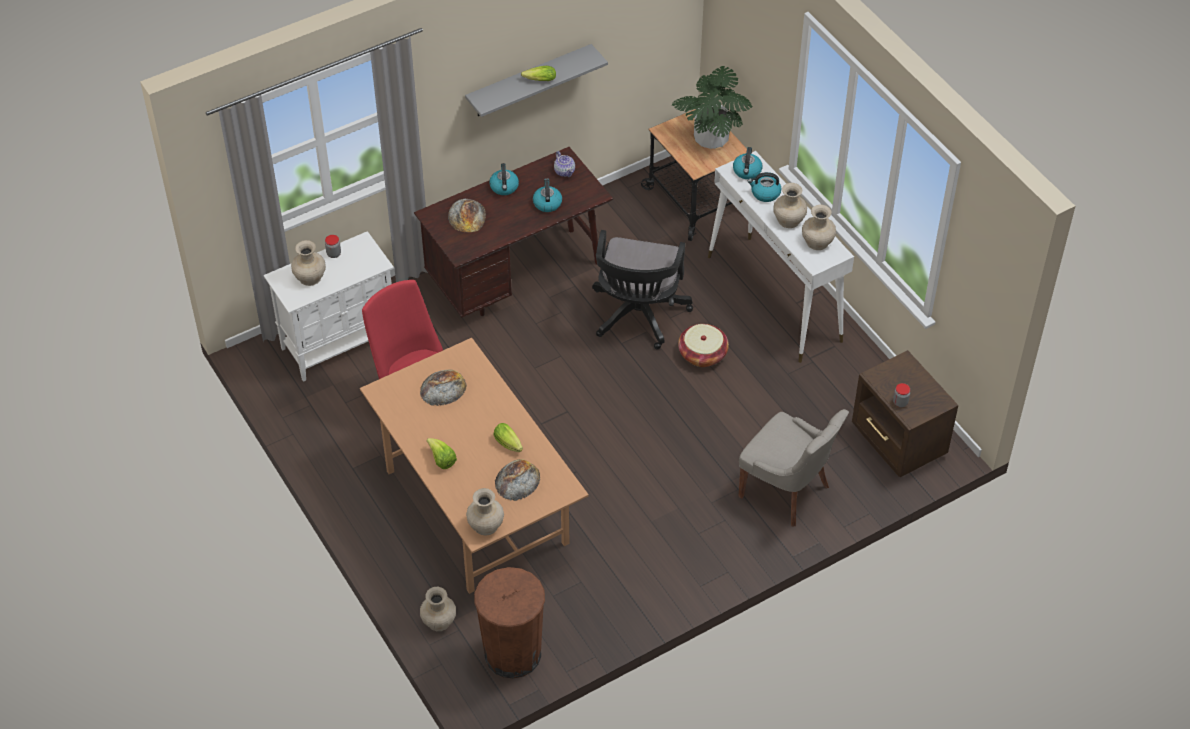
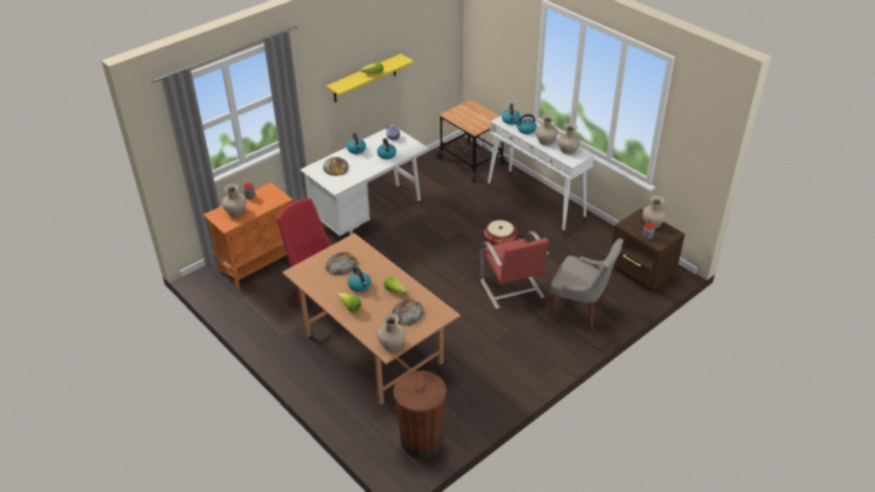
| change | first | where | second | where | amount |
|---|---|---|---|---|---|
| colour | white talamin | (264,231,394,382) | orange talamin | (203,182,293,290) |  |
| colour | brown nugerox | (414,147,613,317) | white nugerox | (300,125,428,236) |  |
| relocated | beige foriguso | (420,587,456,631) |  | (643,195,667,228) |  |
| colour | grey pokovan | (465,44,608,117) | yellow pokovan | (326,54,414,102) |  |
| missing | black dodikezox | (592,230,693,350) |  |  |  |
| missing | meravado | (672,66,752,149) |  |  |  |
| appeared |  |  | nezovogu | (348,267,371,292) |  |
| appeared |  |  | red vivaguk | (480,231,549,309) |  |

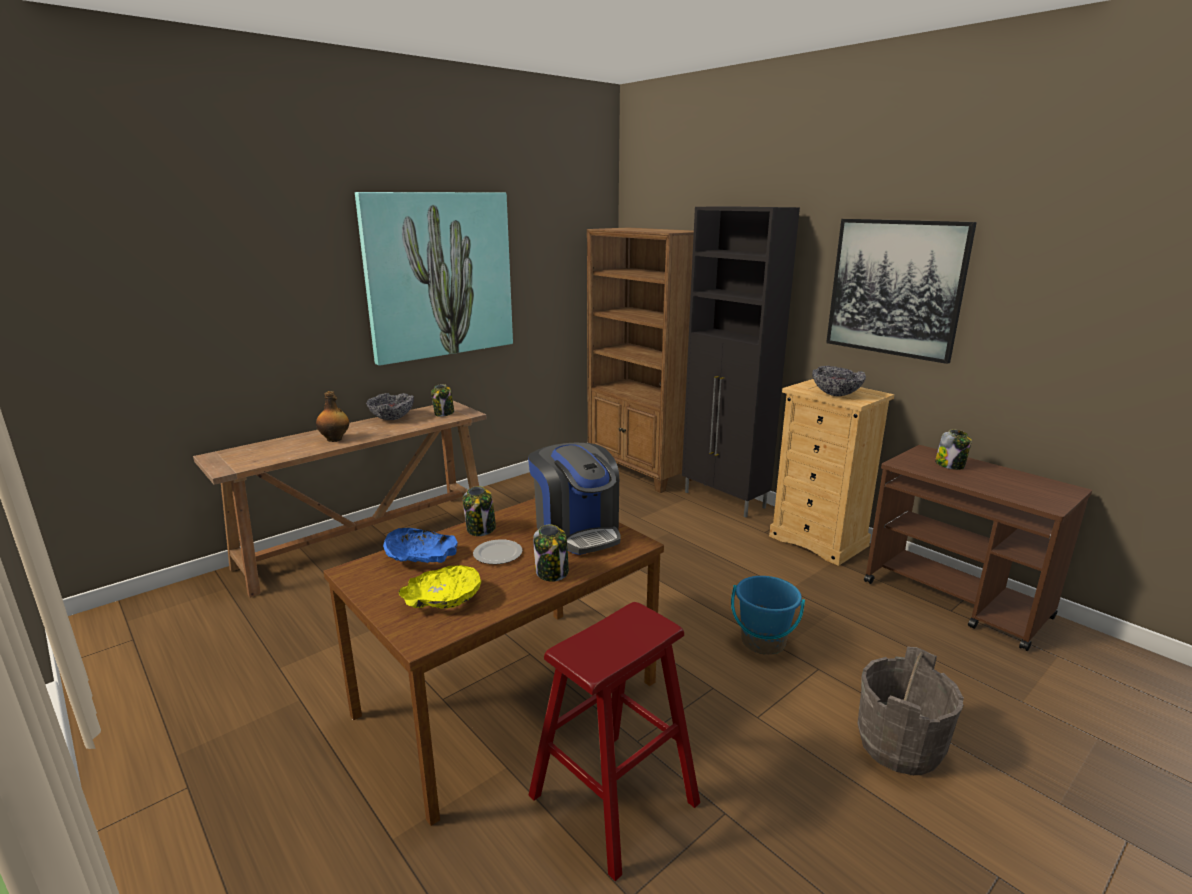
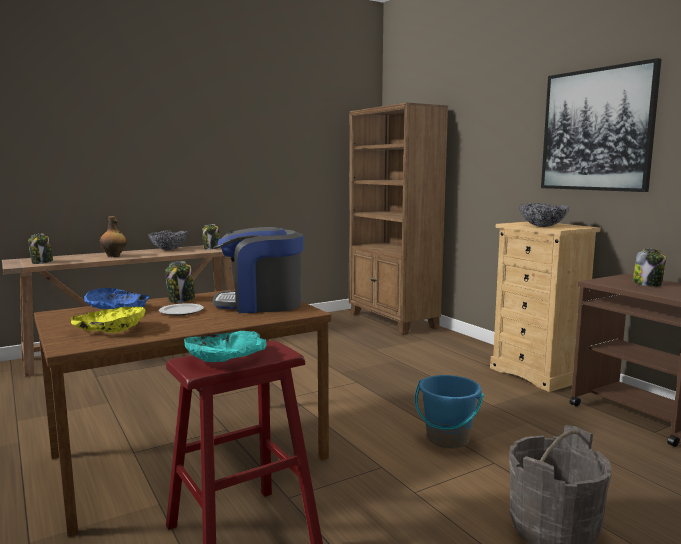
| change | first | where | second | where | amount |
|---|---|---|---|---|---|
| missing | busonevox | (355,192,513,366) |  |  |  |
| spun | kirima | (528,443,620,555) |  | (213,227,304,313) | 105 degrees clockwise |
| relocated | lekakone | (533,525,569,582) |  | (28,234,53,264) |  |
| missing | black talamin | (682,206,800,518) |  |  |  |
| appeared |  |  | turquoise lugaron | (184,331,267,362) |  |

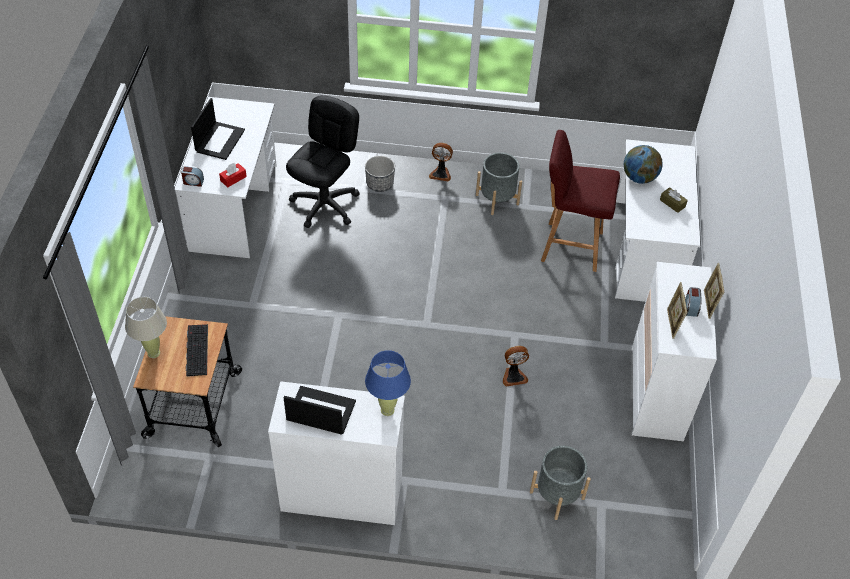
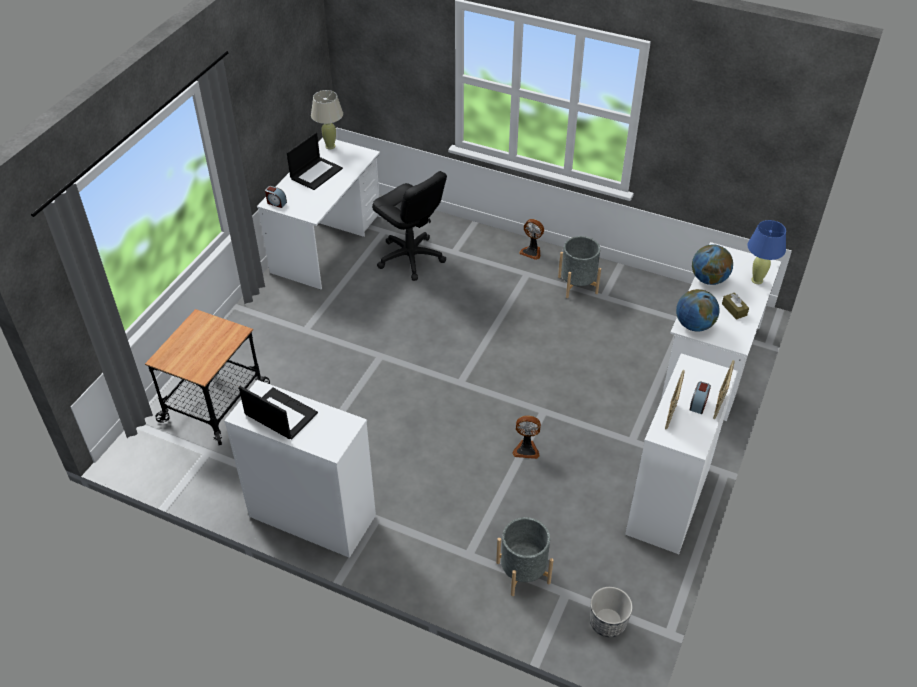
| change | first | where | second | where | amount |
|---|---|---|---|---|---|
| relocated | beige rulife | (125,297,167,358) |  | (311,90,343,149) |  |
| missing | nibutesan | (186,324,208,377) |  |  |  |
| missing | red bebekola | (219,163,247,188) |  |  |  |
| spun | black dodikezox | (286,95,360,228) |  | (372,171,447,281) | 90 degrees clockwise |
| relocated | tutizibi | (365,156,395,192) |  | (590,587,633,637) |  |
| relocated | blue rulife | (365,350,411,416) |  | (747,220,786,284) |  |
| missing | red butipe | (541,130,620,272) |  |  |  |
| appeared |  |  | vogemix | (676,289,720,332) |  |

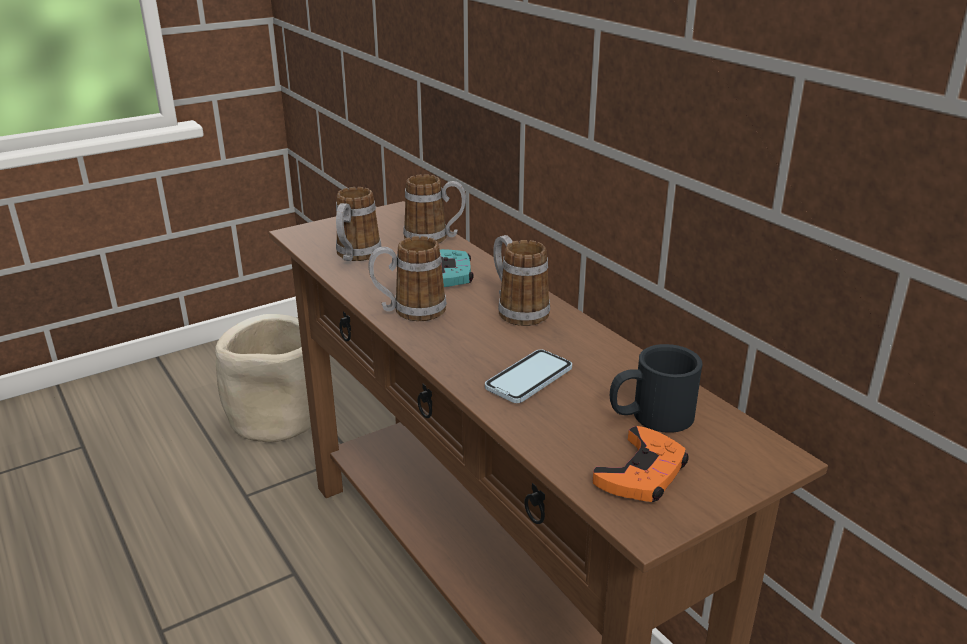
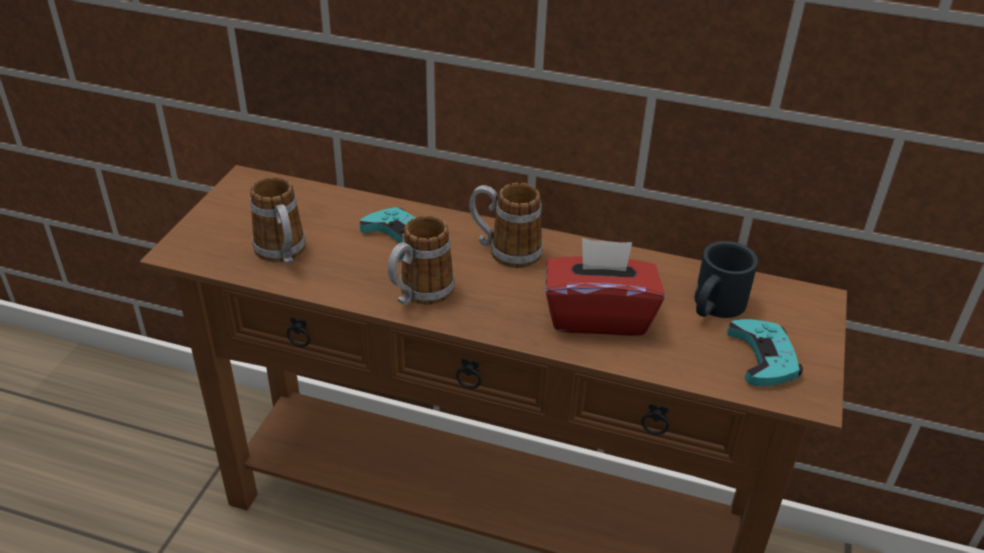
| change | first | where | second | where | amount |
|---|---|---|---|---|---|
| missing | beige tutizibi | (215,314,311,442) |  |  |  |
| missing | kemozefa | (403,174,466,244) |  |  |  |
| exchanged | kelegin | (485,349,572,403) | red bebekola | (546,238,665,336) |  |
| colour | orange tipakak | (593,426,689,502) | turquoise tipakak | (727,319,803,386) |  |

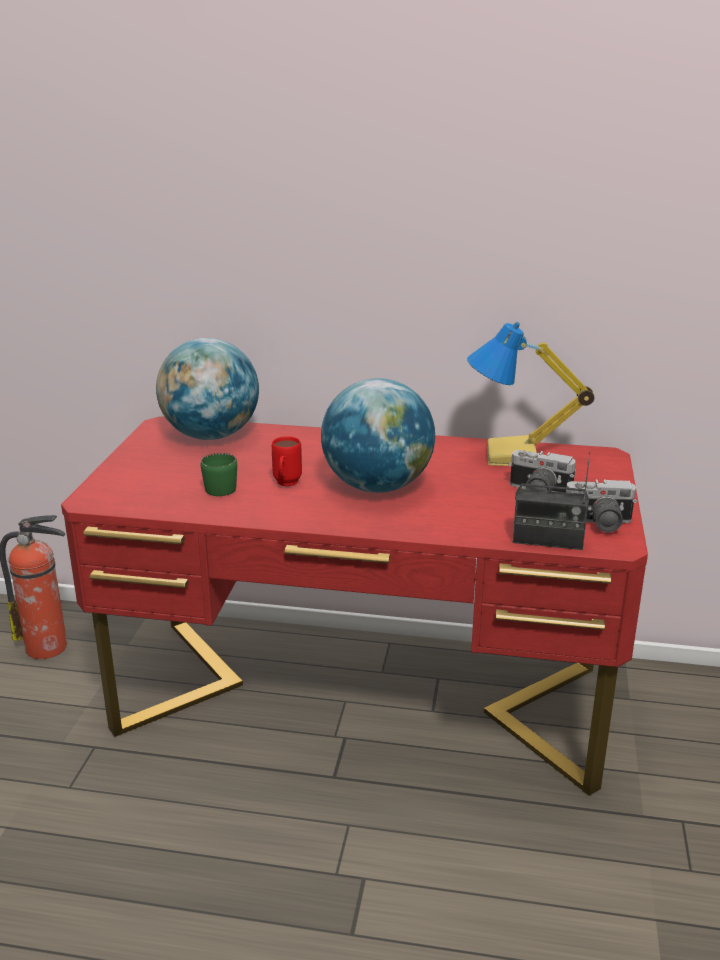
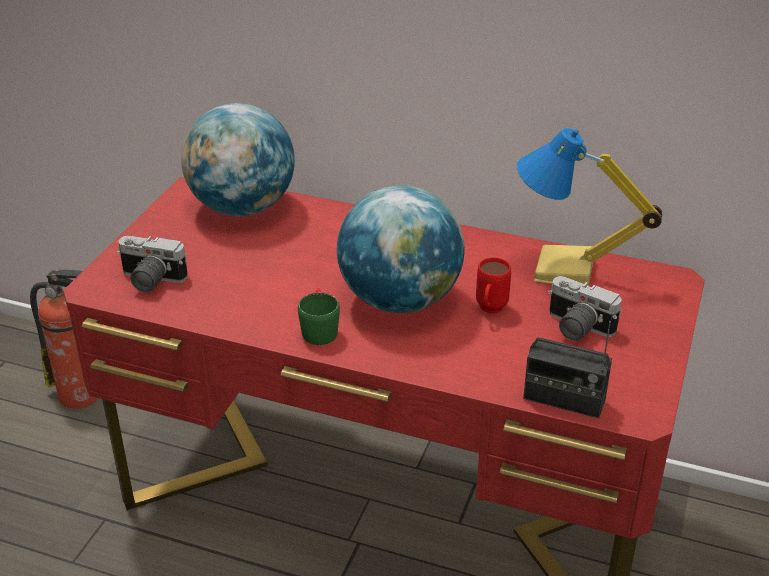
| change | first | where | second | where | amount |
|---|---|---|---|---|---|
| relocated | green kemozefa | (201,452,237,496) |  | (298,288,340,345) |  |
| relocated | red kemozefa | (272,436,302,486) |  | (476,257,511,313) |  |
| relocated | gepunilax | (566,479,637,532) |  | (117,236,188,292) |  |

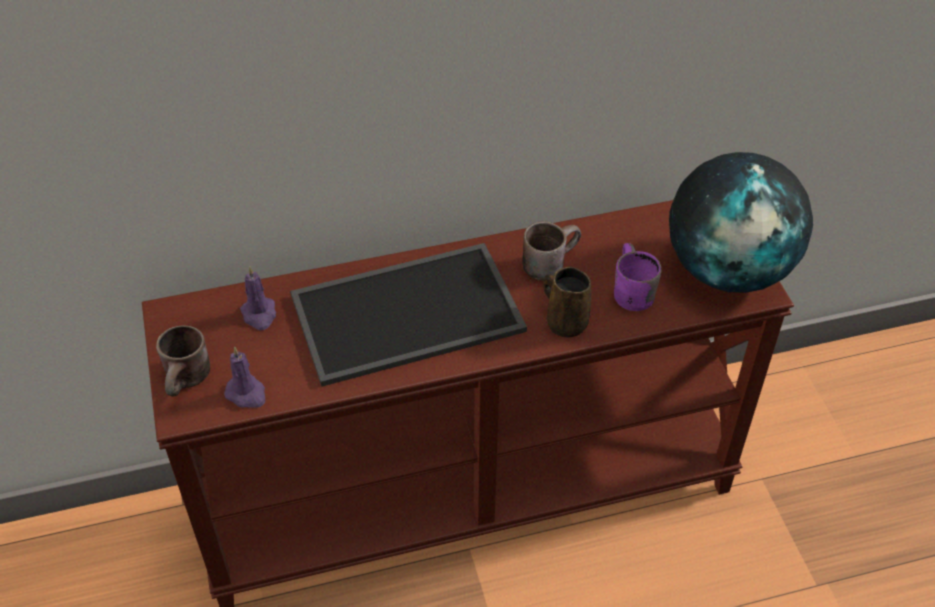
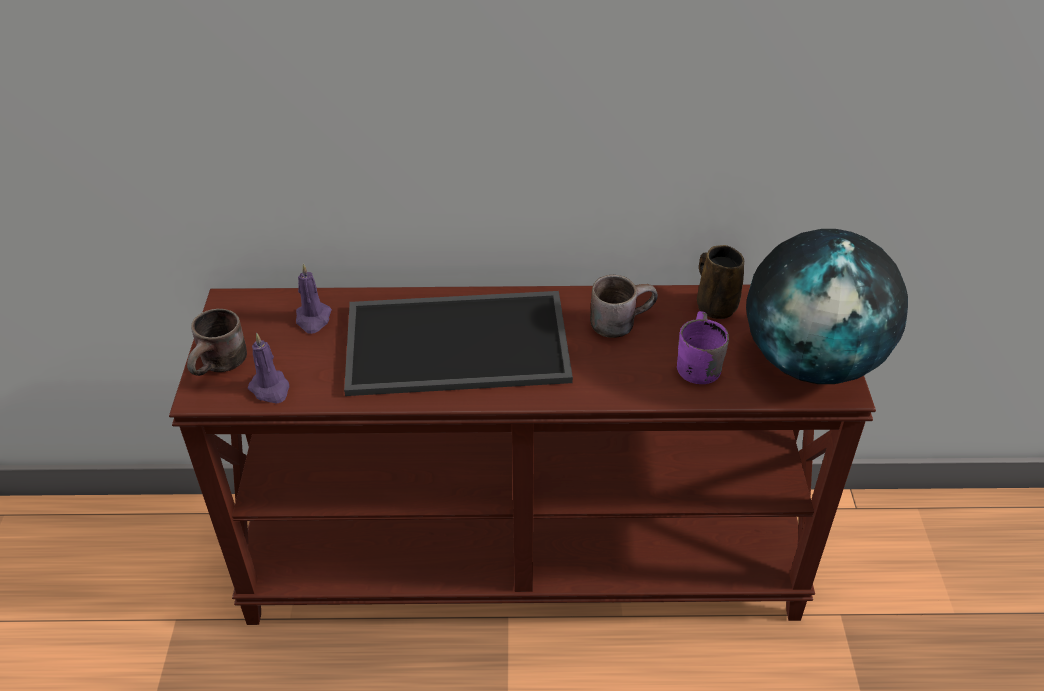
| change | first | where | second | where | amount |
|---|---|---|---|---|---|
| relocated | brown kemozefa | (543,267,592,338) |  | (697,245,744,319) |  |

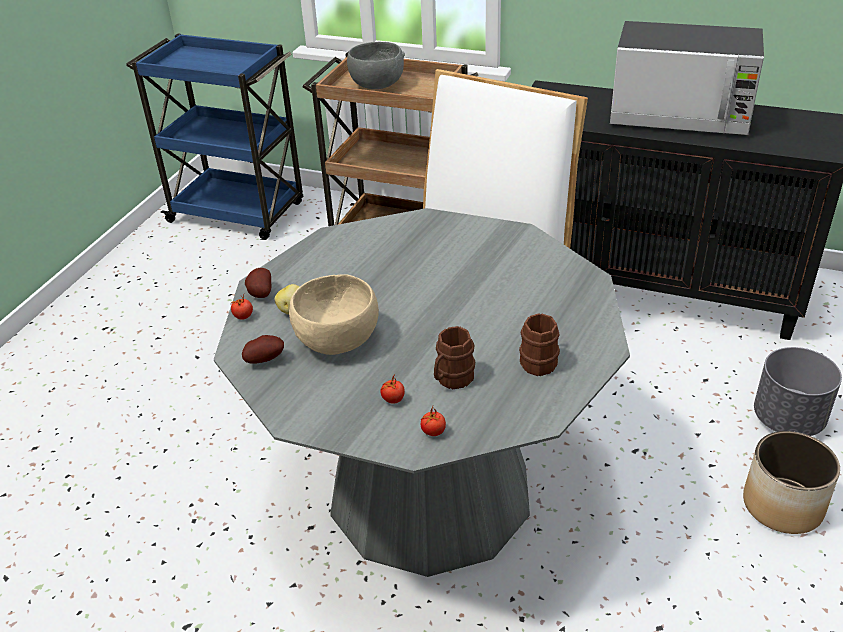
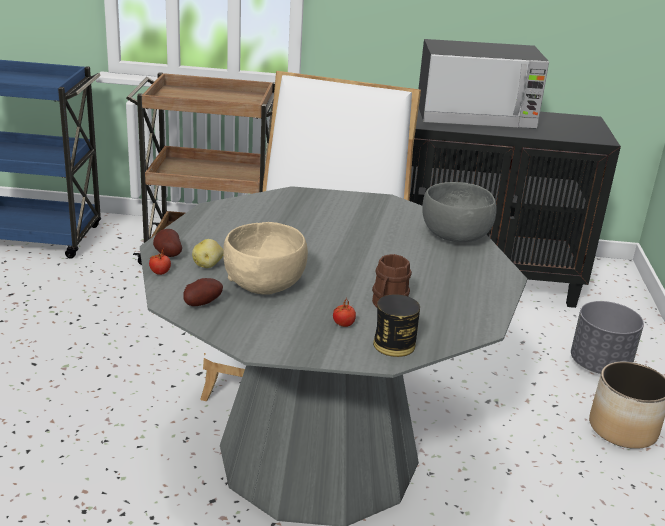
| change | first | where | second | where | amount |
|---|---|---|---|---|---|
| relocated | grey lugaron | (347,42,405,89) |  | (422,182,497,243) |  |
| exchanged | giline | (421,407,446,436) | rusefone | (373,294,420,357) |  |
| missing | brown kemozefa | (519,313,560,376) |  |  |  |

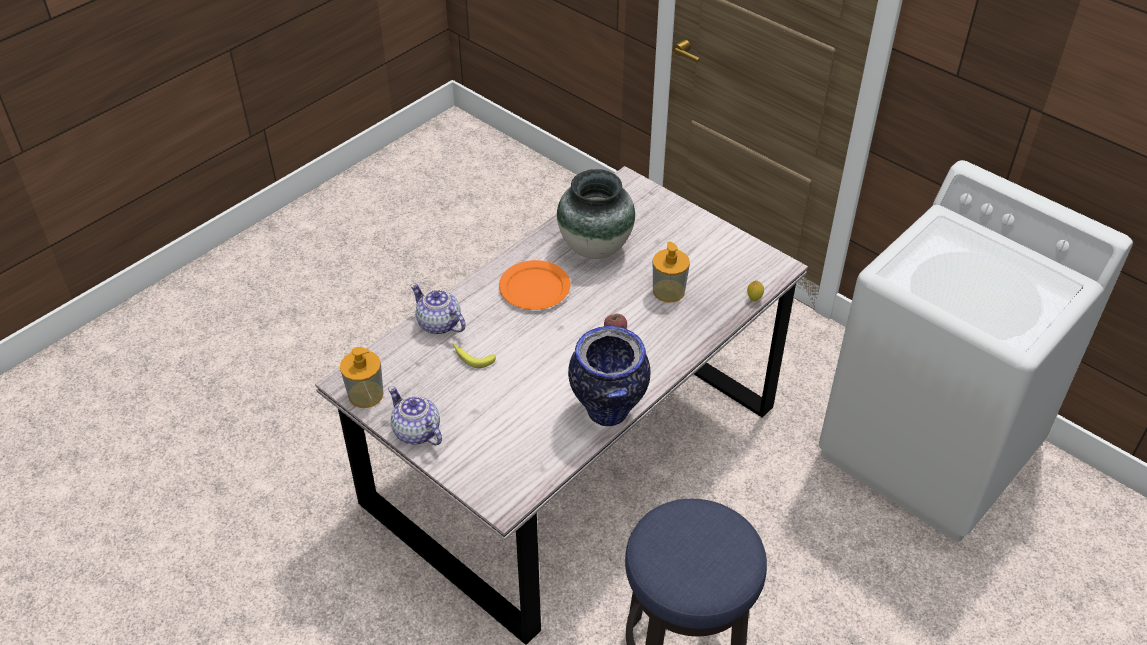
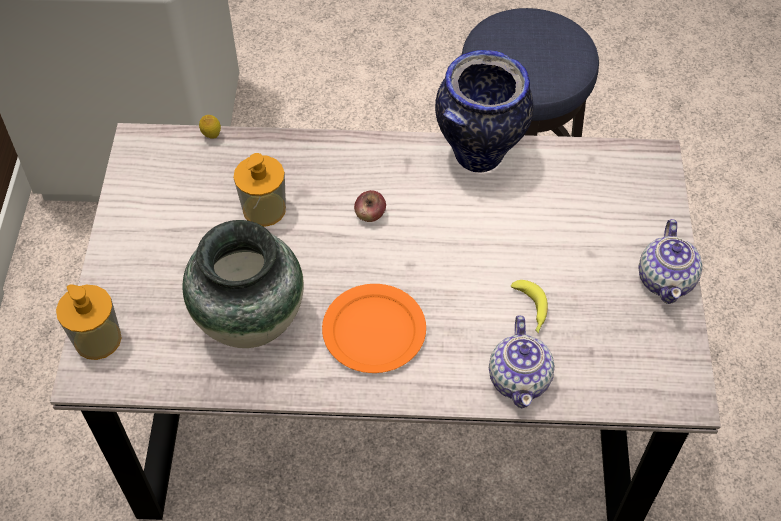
| change | first | where | second | where | amount |
|---|---|---|---|---|---|
| relocated | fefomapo | (340,347,384,408) |  | (56,284,122,360) |  |

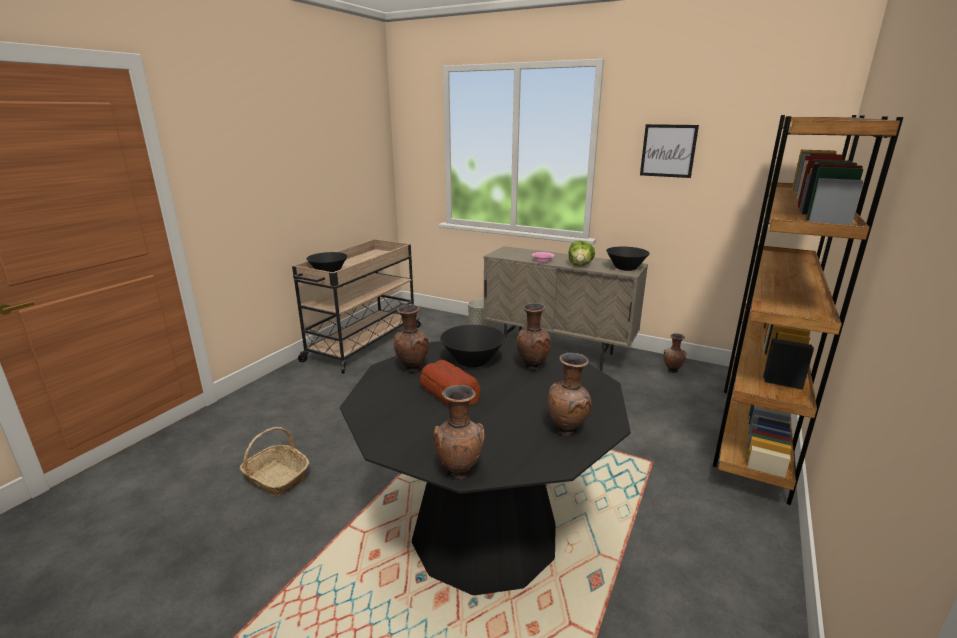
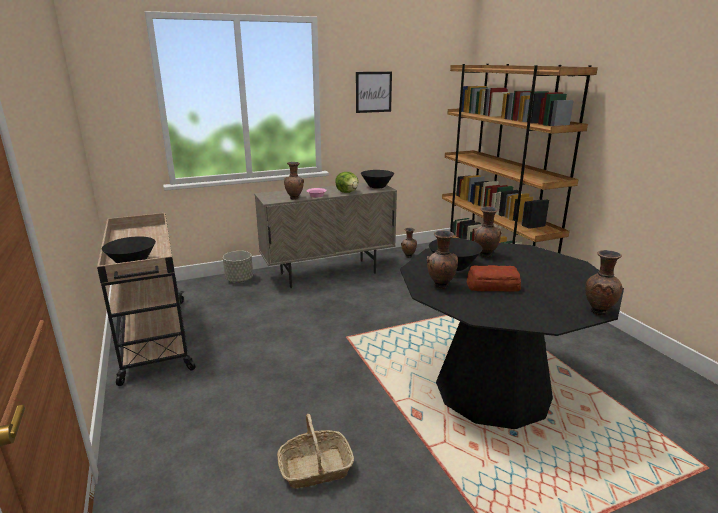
| change | first | where | second | where | amount |
|---|---|---|---|---|---|
| relocated | brown foriguso | (548,353,592,436) |  | (284,162,304,200) |  |

